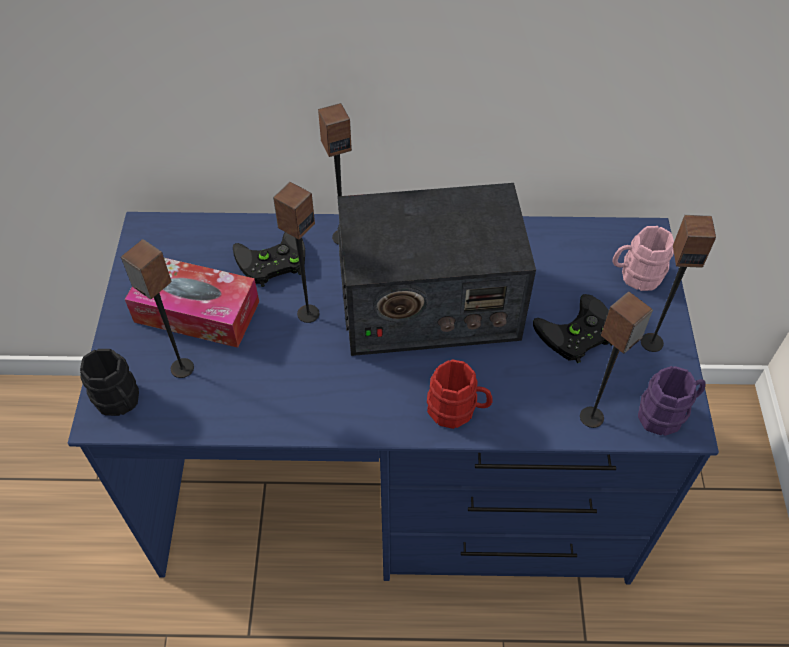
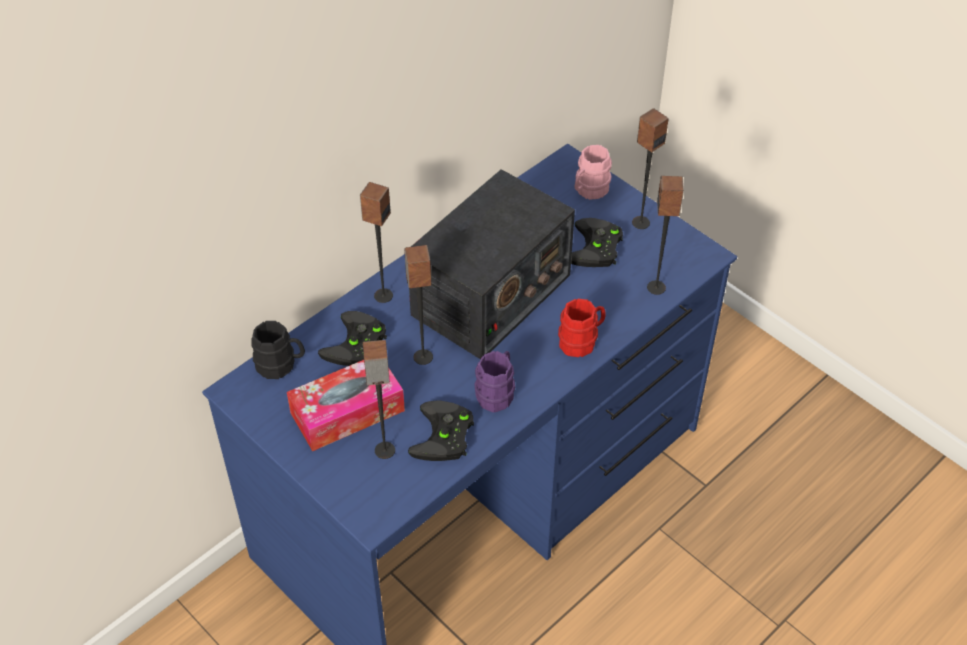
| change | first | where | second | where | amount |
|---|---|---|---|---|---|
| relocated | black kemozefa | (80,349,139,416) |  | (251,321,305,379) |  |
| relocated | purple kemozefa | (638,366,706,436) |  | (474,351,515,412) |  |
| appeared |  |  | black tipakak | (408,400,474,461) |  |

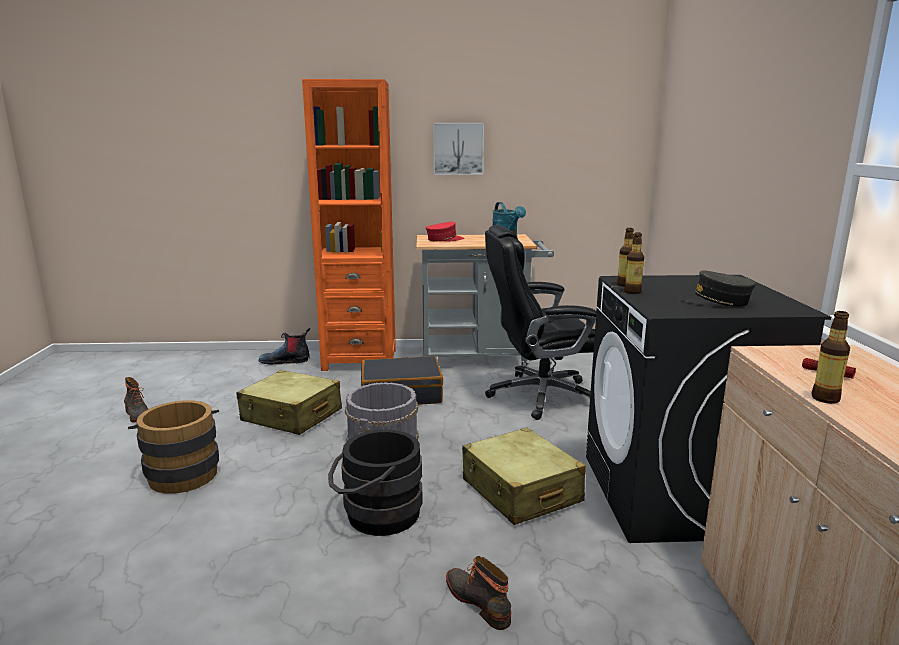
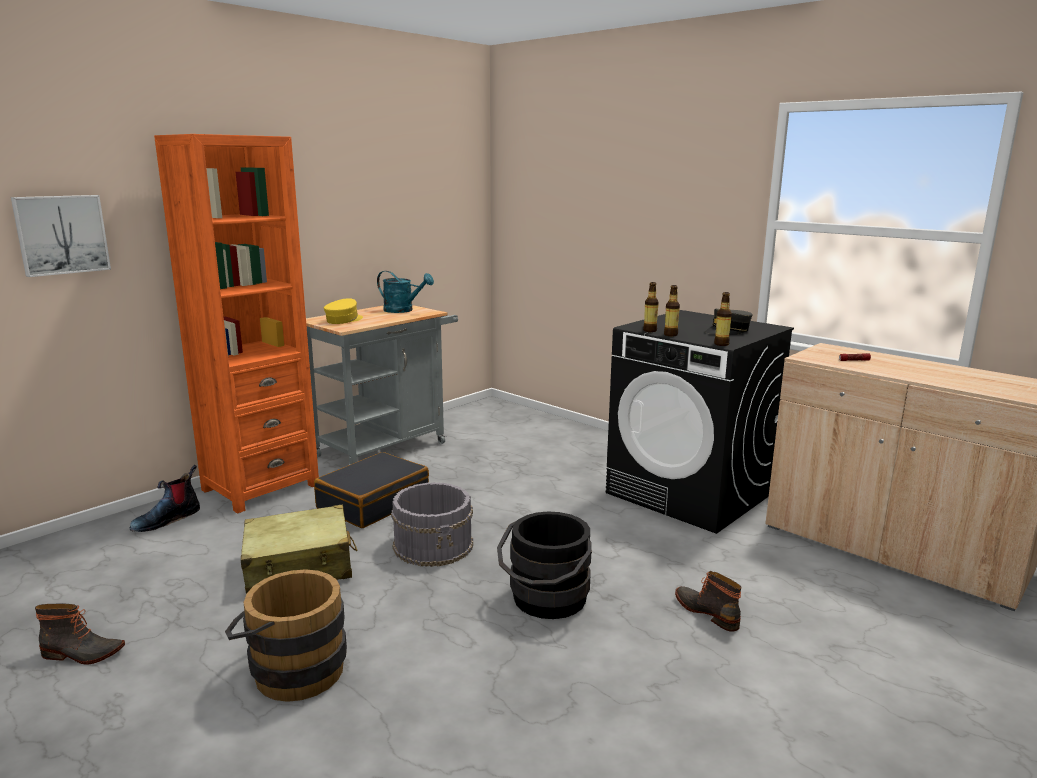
| change | first | where | second | where | amount |
|---|---|---|---|---|---|
| colour | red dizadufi | (426,222,464,241) | yellow dizadufi | (324,298,363,324) |  |
| relocated | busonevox | (433,123,484,175) |  | (11,195,111,277) |  |
| spun | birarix | (446,556,511,630) |  | (675,571,741,632) | 45 degrees clockwise |
| missing | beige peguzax | (462,428,586,525) |  |  |  |
| missing | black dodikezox | (485,225,596,420) |  |  |  |
| relocated | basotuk | (811,311,850,404) |  | (714,292,732,346) |  |

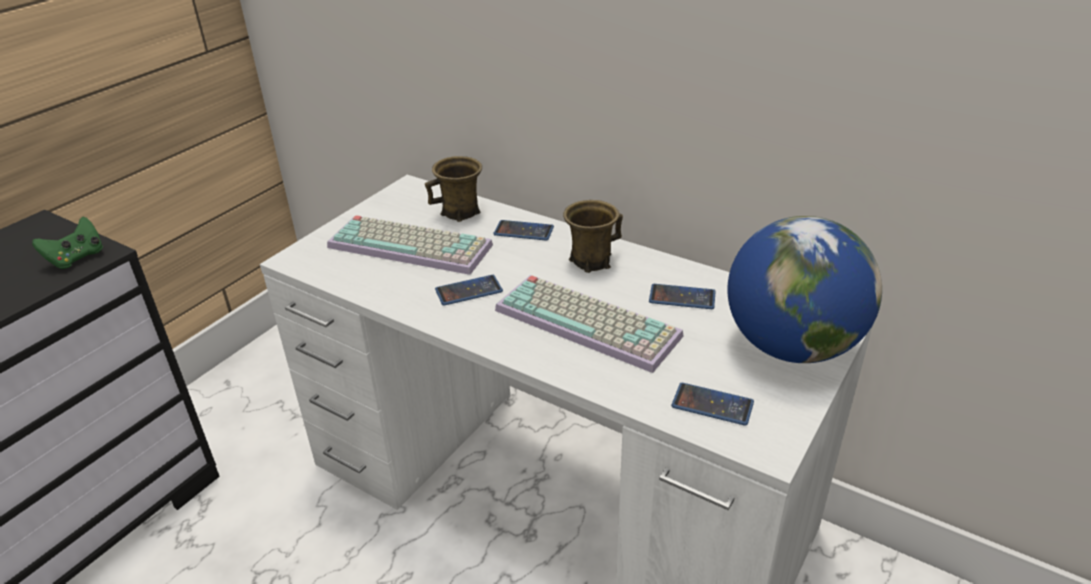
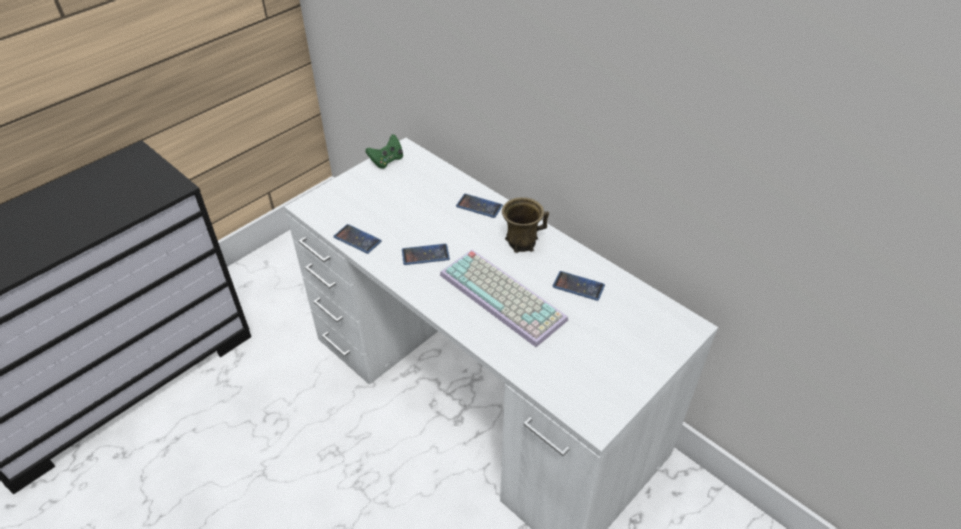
| change | first | where | second | where | amount |
|---|---|---|---|---|---|
| relocated | green tipakak | (32,217,103,269) |  | (365,134,403,169) |  |
| missing | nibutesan | (327,215,493,275) |  |  |  |
| missing | brown kemozefa | (425,156,482,222) |  |  |  |
| relocated | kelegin | (671,383,754,426) |  | (333,224,382,254) |  |
| missing | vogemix | (727,216,882,363) |  |  |  |

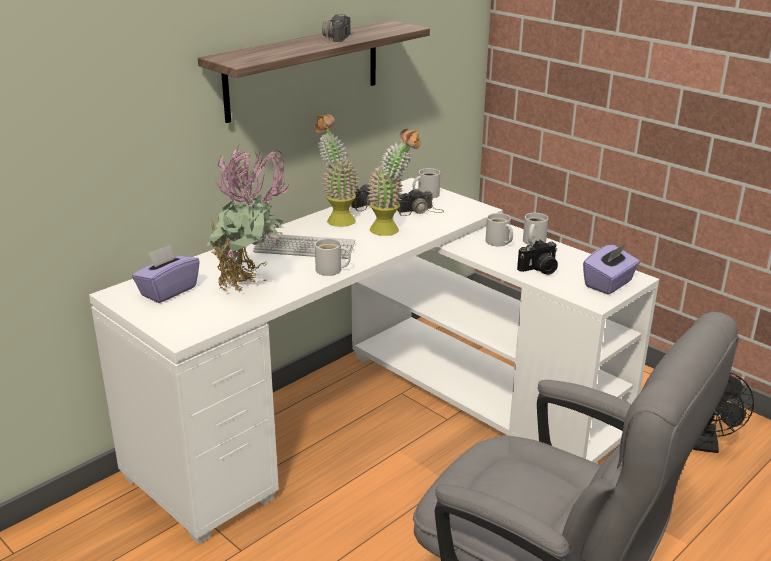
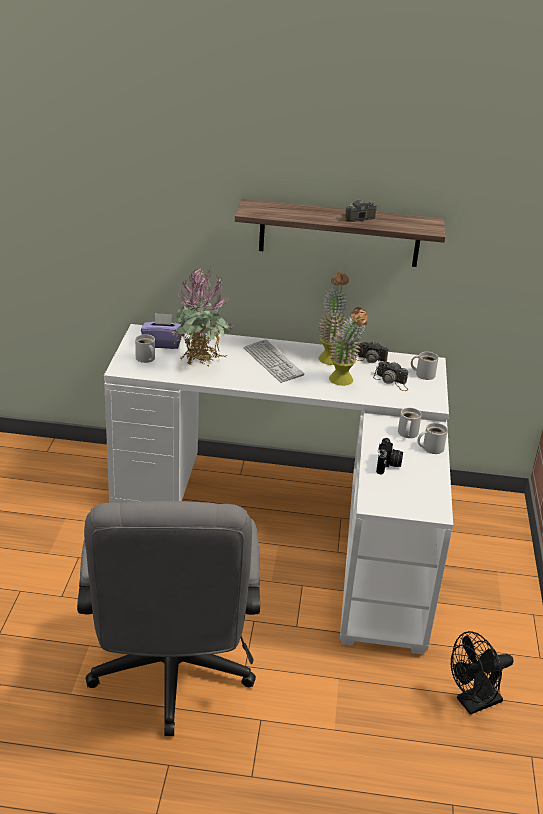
| change | first | where | second | where | amount |
|---|---|---|---|---|---|
| relocated | white kemozefa | (315,239,351,276) |  | (135,334,155,363) |  |
| spun | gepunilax | (517,240,558,275) |  | (376,438,403,475) | 105 degrees counterclockwise |
| missing | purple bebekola | (583,244,640,295) |  |  |  |

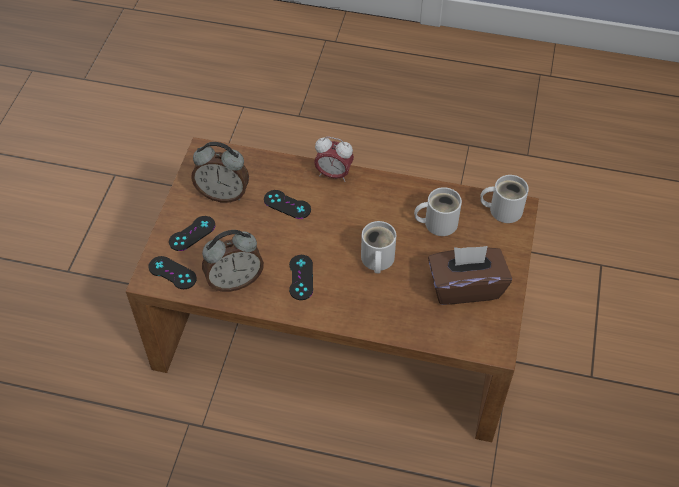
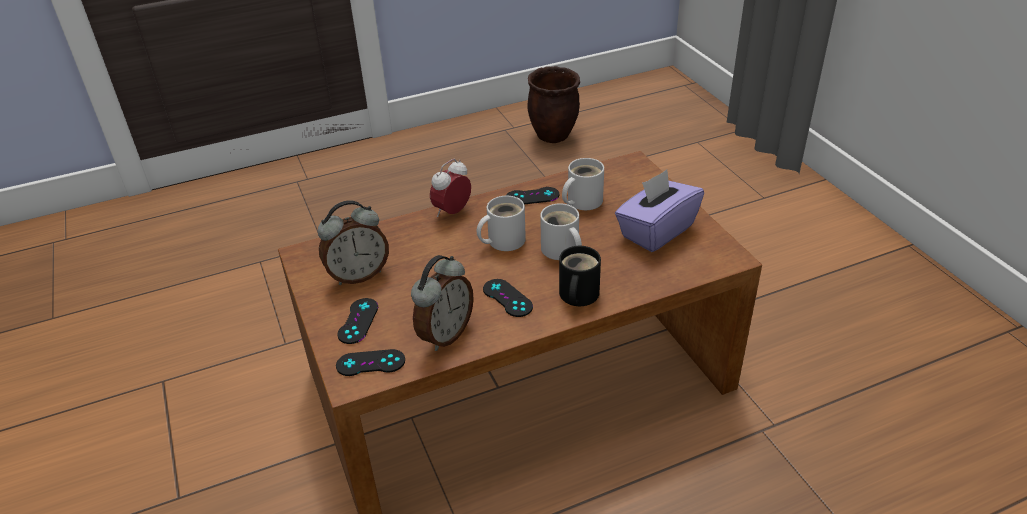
| change | first | where | second | where | amount |
|---|---|---|---|---|---|
| relocated | black tipakak | (264,190,311,219) |  | (506,187,559,204) |  |
| spun | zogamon | (314,137,354,182) |  | (430,159,471,217) | 150 degrees clockwise |
| colour | brown bebekola | (428,246,512,305) | purple bebekola | (615,170,704,252) |  |
| relocated | white kemozefa | (480,175,529,223) |  | (477,196,526,251) |  |
| appeared |  |  | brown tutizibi | (527,66,580,143) |  |
| appeared |  |  | black kemozefa | (559,246,601,306) |  |

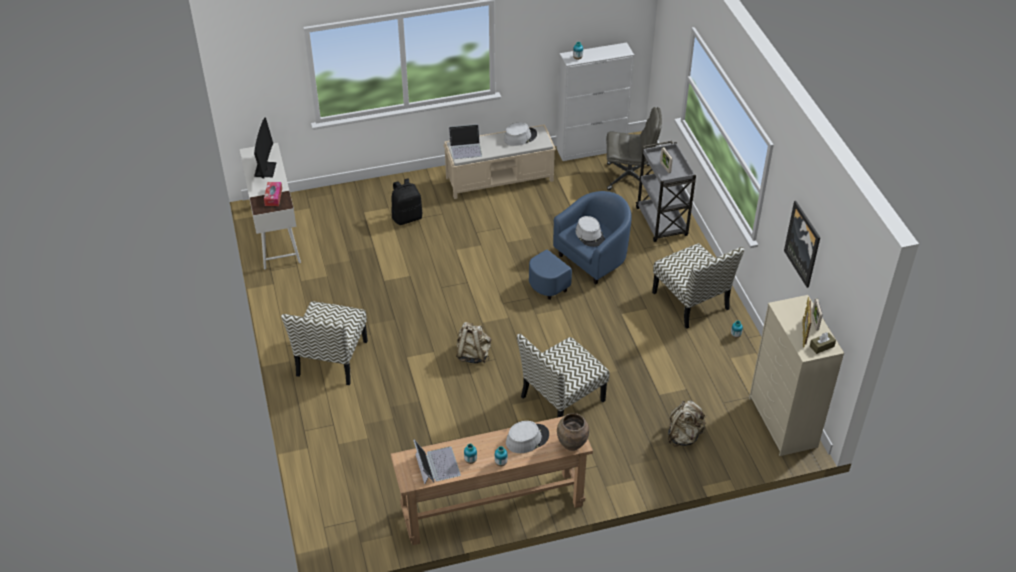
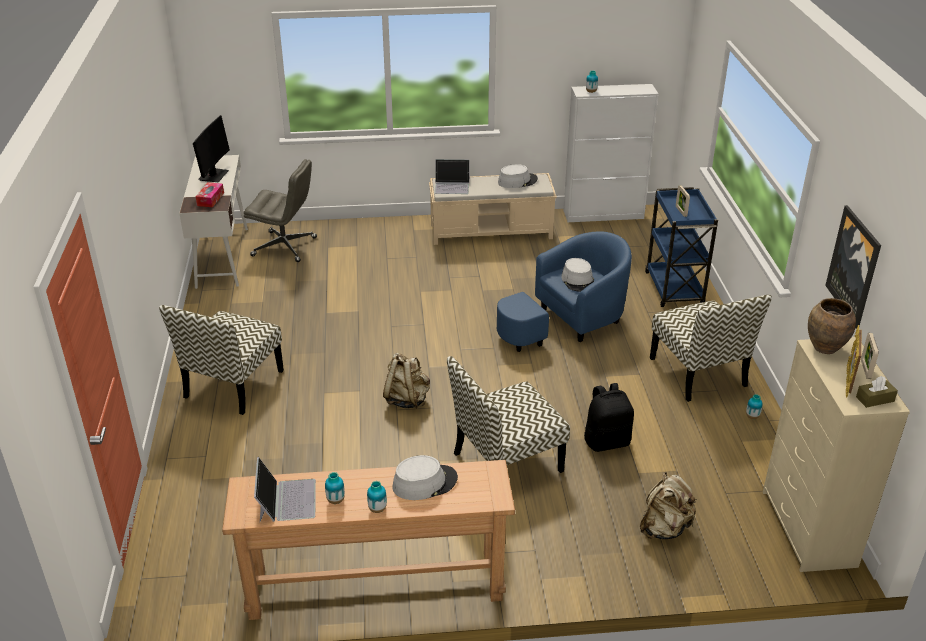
| change | first | where | second | where | amount |
|---|---|---|---|---|---|
| relocated | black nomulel | (391,179,423,225) |  | (584,383,634,452) |  |
| relocated | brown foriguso | (557,413,589,451) |  | (808,298,856,354) |  |
| relocated | grey dodikezox | (606,107,662,190) |  | (244,159,317,262) |  |
| colour | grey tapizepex | (636,141,696,242) | blue tapizepex | (645,187,718,307) |  |

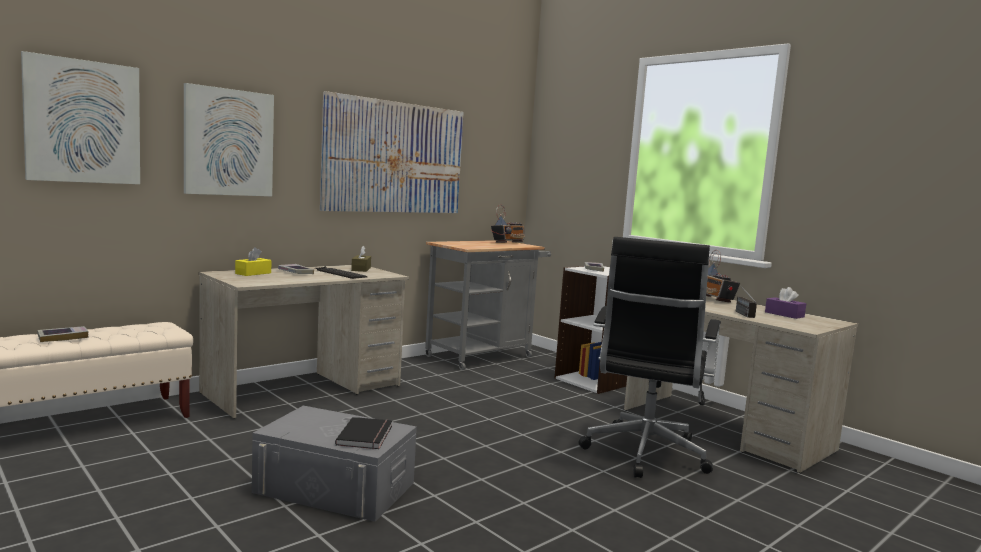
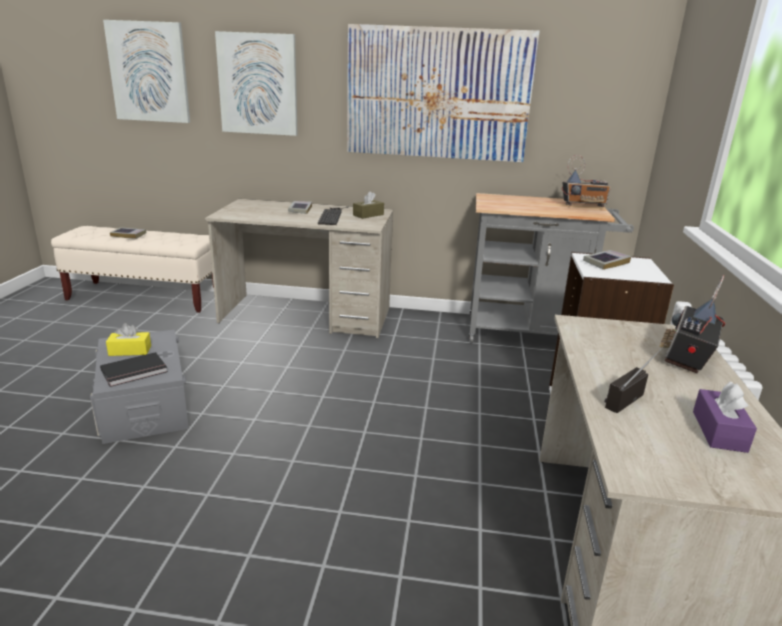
| change | first | where | second | where | amount |
|---|---|---|---|---|---|
| relocated | yellow bebekola | (235,247,271,276) |  | (106,323,151,356) |  |
| missing | black dodikezox | (579,237,721,478) |  |  |  |

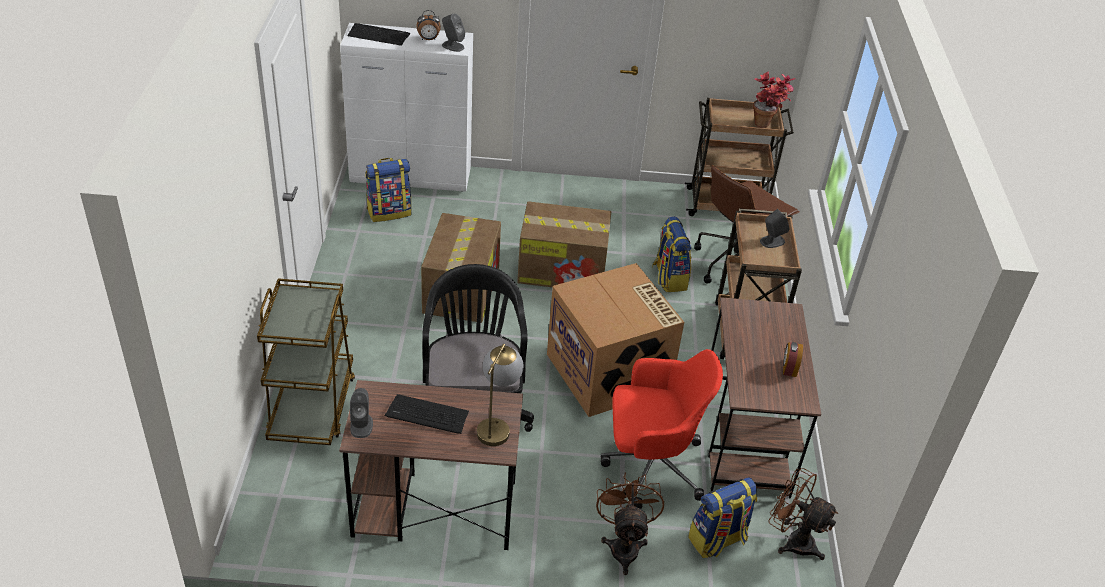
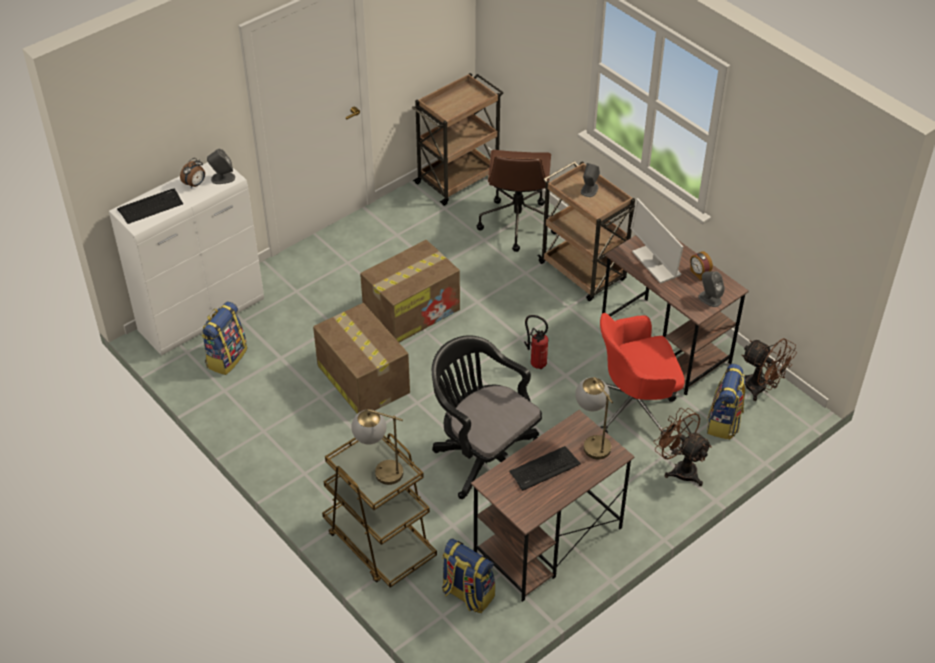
| change | first | where | second | where | amount |
|---|---|---|---|---|---|
| relocated | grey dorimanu | (350,388,373,438) |  | (698,271,725,307) |  |
| exchanged | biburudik | (547,263,684,417) | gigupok | (524,315,548,369) |  |
| spun | red dodikezox | (601,349,723,509) |  | (600,313,685,437) | 150 degrees counterclockwise |
| relocated | nomulel | (652,216,691,292) |  | (442,539,495,613) |  |
| missing | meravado | (753,72,795,128) |  |  |  |
| spun | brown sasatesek | (768,468,838,560) |  | (742,338,797,401) | 135 degrees counterclockwise |
| appeared |  |  | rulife | (351,409,403,485) |  |
| appeared |  |  | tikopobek | (630,198,683,284) |  |

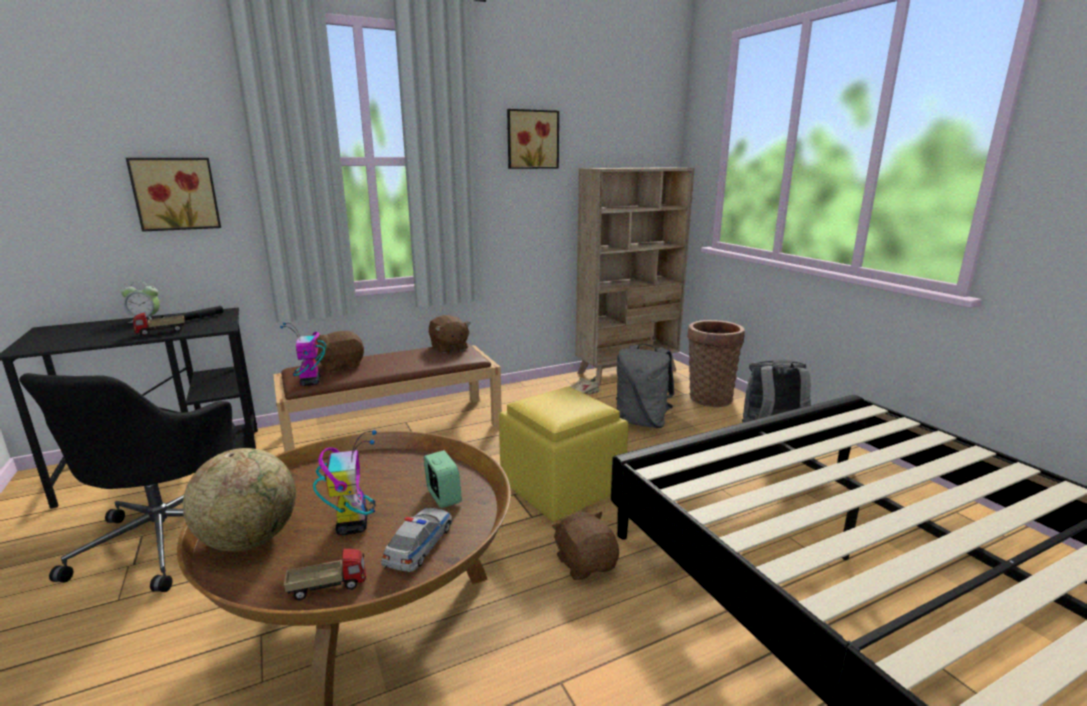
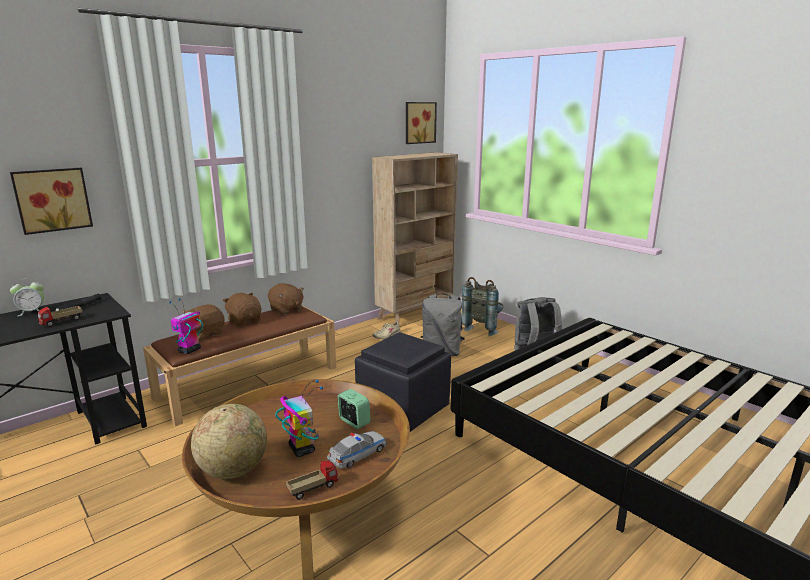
| change | first | where | second | where | amount |
|---|---|---|---|---|---|
| missing | black dodikezox | (19,373,236,592) |  |  |  |
| spun | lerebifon | (280,322,326,386) |  | (169,298,203,355) | 60 degrees clockwise |
| spun | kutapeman | (381,508,452,572) |  | (327,431,387,469) | 45 degrees clockwise |
| colour | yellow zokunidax | (499,386,628,521) | black zokunidax | (355,332,451,432) |  |
| relocated | busonevox | (507,109,559,169) |  | (406,102,437,144) |  |
| relocated | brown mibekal | (552,512,619,580) |  | (222,293,261,326) |  |
| exchanged | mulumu | (687,320,745,407) | grey nomulel | (461,277,503,336) |  |

